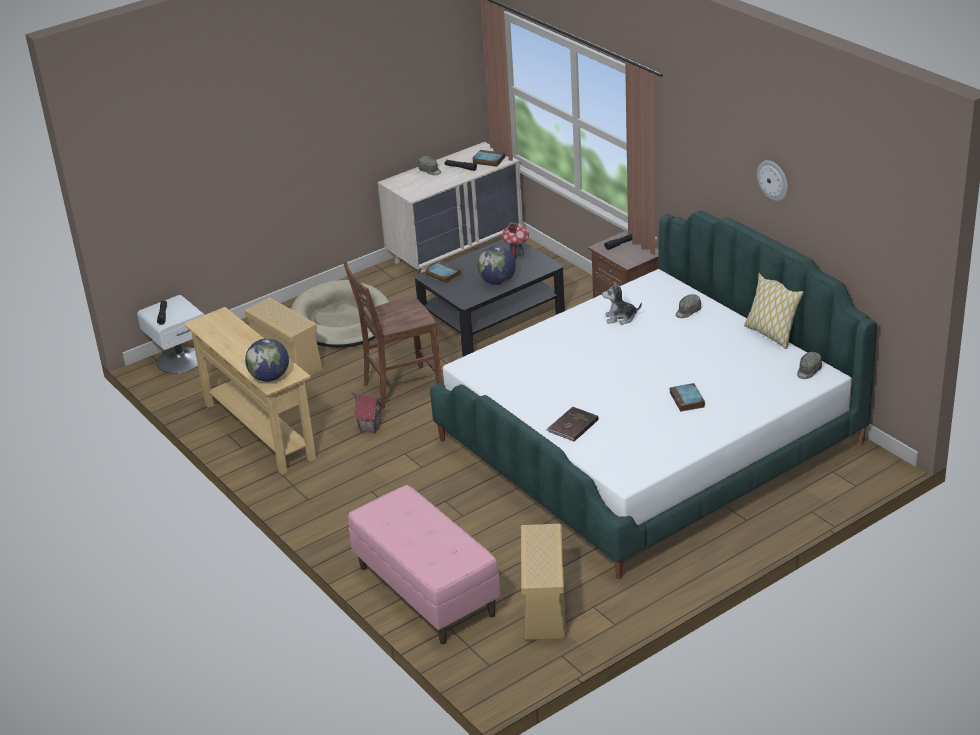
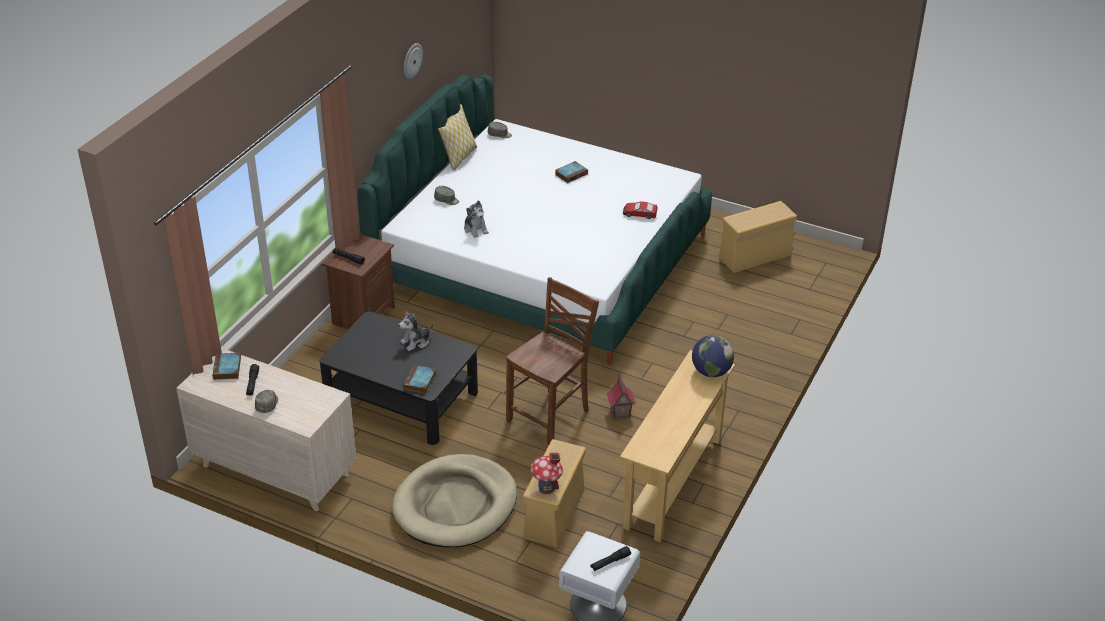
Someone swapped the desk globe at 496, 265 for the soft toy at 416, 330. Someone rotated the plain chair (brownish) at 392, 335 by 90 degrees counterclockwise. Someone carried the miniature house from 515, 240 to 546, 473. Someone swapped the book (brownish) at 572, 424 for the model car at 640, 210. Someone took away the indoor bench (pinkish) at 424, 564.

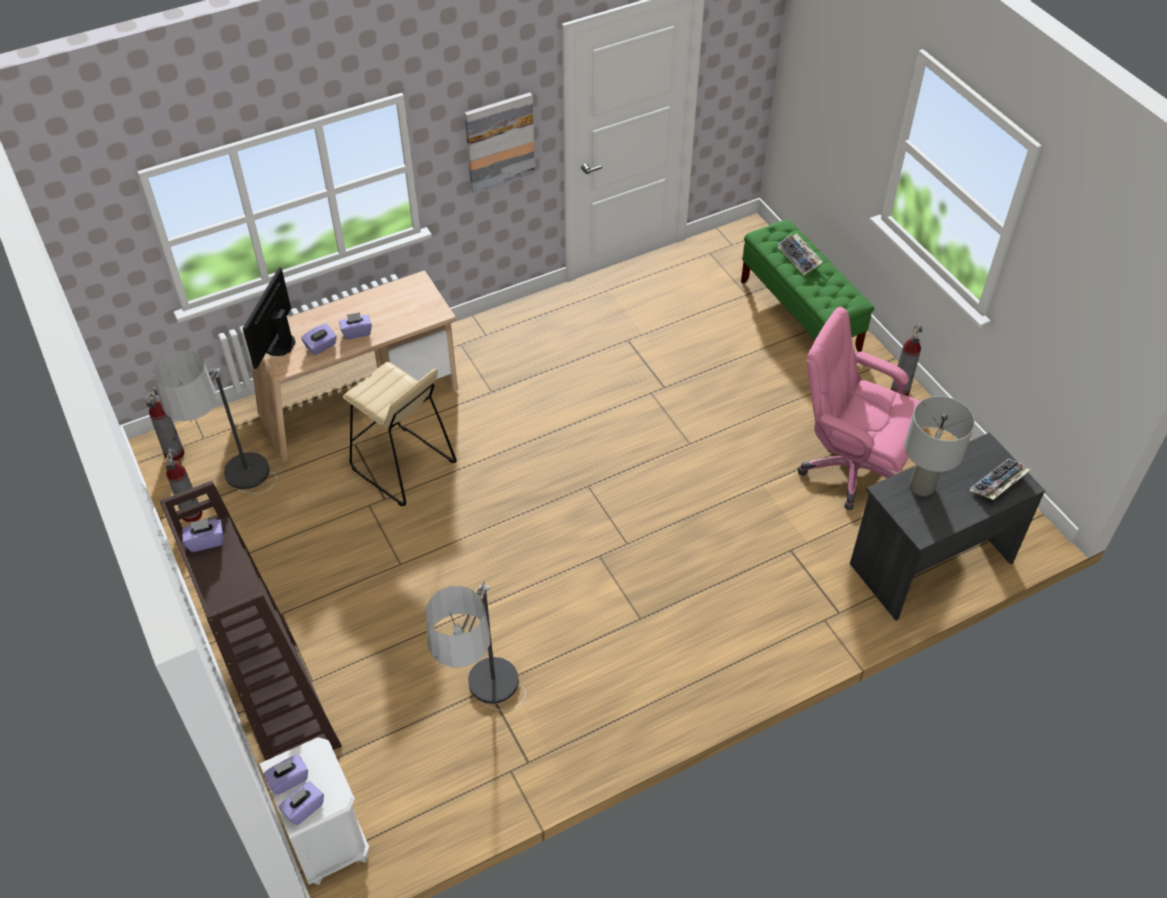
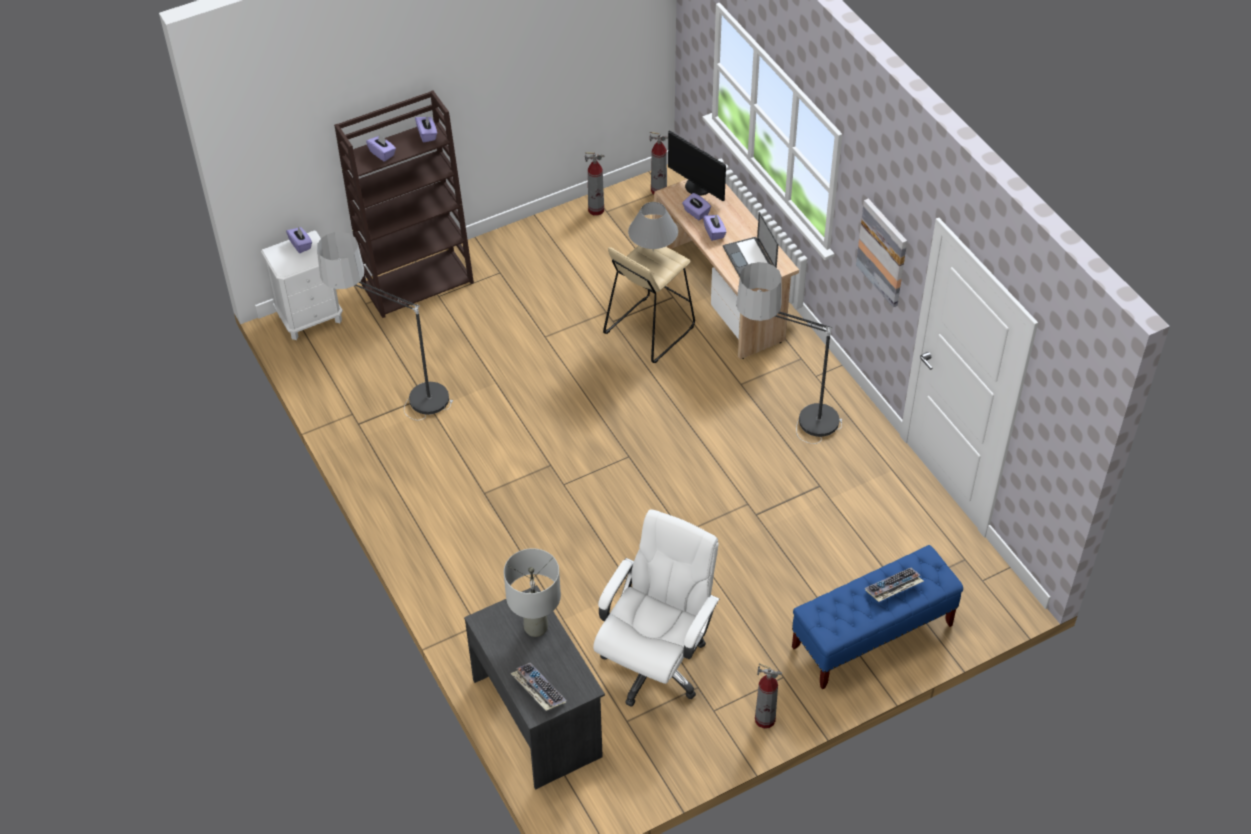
Someone carried the tissue box (purple) from 301, 803 to 381, 148. Someone repainted the desk chair (pinkish) at 860, 408, which became the desk chair (white-coloured) at 656, 608. Someone put down the lamp for a table (gray) at 653, 226. Someone rotated the computer screen at 269, 318 by 150 degrees counterclockwise. Someone put down the portable computer at 750, 244. Someone carried the floor lamp from 215, 422 to 789, 353. Someone repainted the indoor bench (green) at 807, 285, which became the indoor bench (blue) at 877, 617.

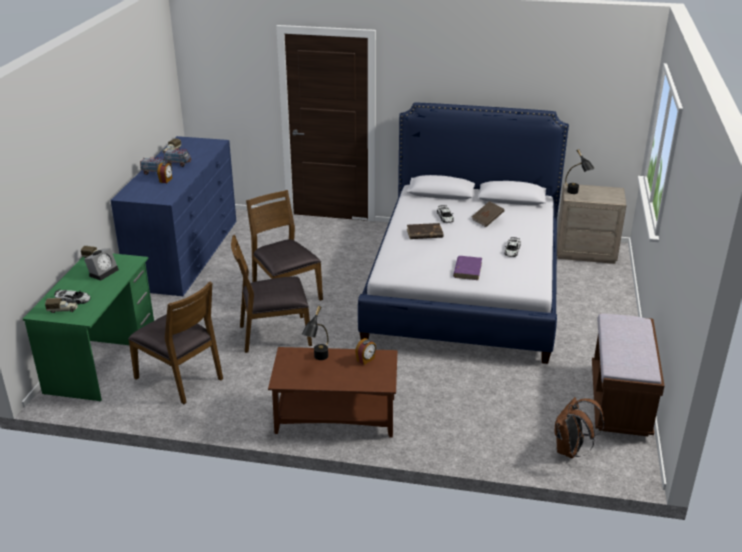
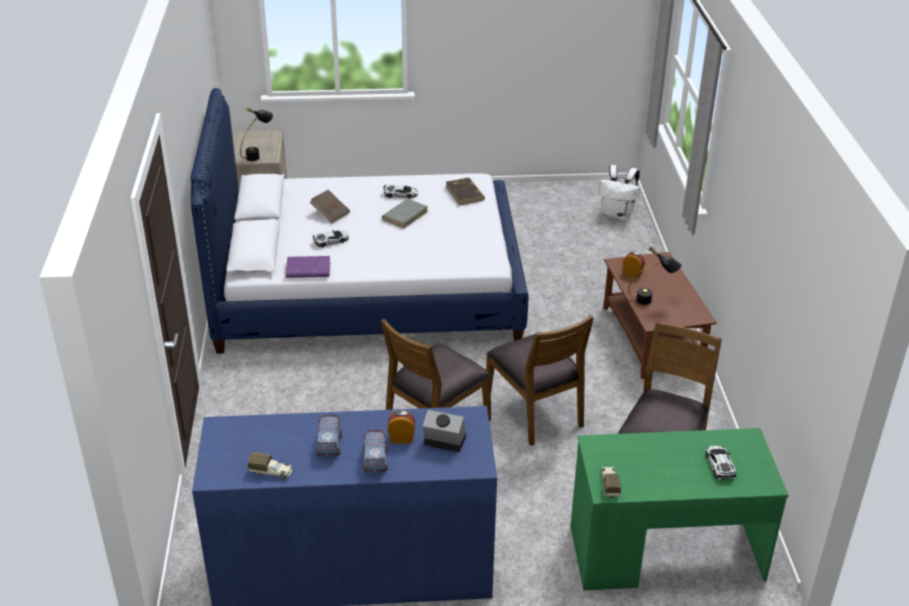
Someone carried the book (purple) from 467, 268 to 308, 267. Someone put down the book (gray) at 405, 213. Someone carried the bedside clock from 101, 264 to 444, 431. Someone carried the book (brownish) from 425, 231 to 465, 191. Someone repainted the backpack (brownish) at 579, 427, which became the backpack (white-coloured) at 619, 192. Someone took away the toy lorry at 61, 305. Someone took away the indoor bench (brownish) at 628, 375.

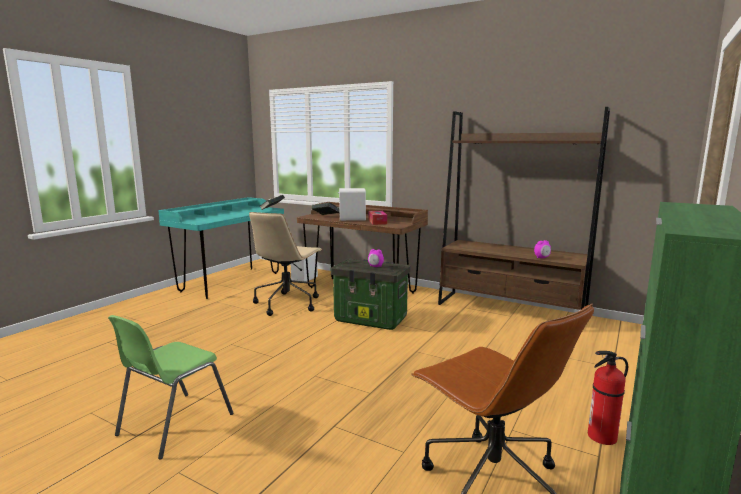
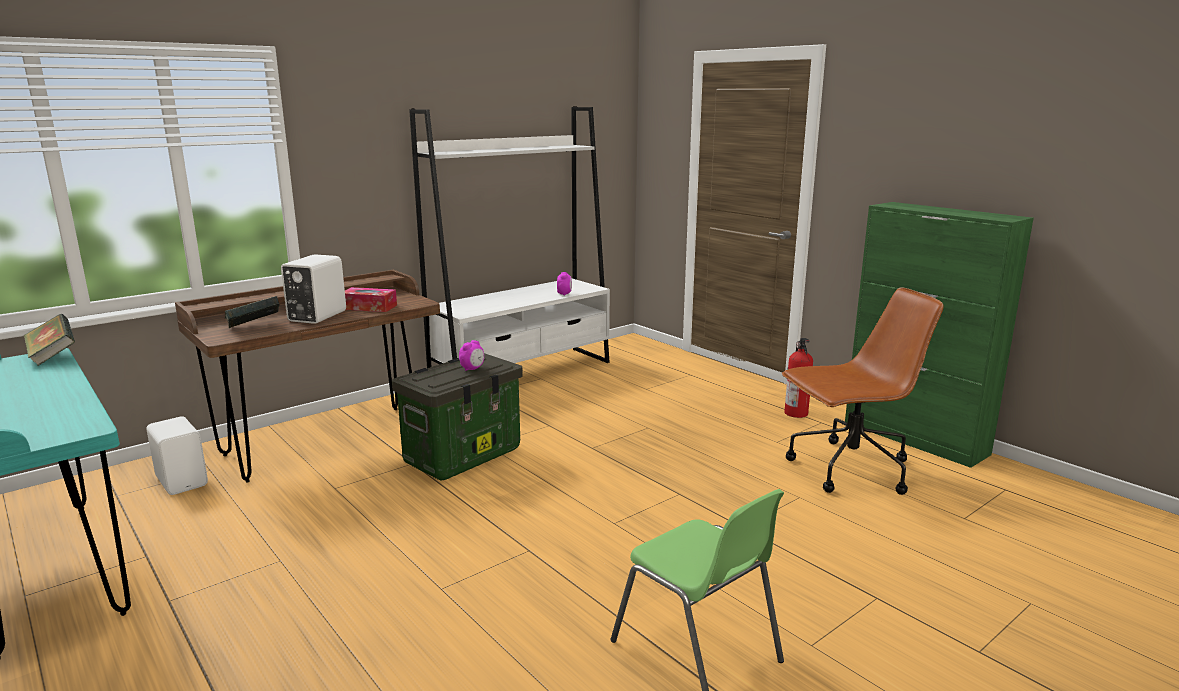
Someone repainted the bookshelf (brownish) at 524, 208, which became the bookshelf (white-coloured) at 509, 237. Someone took away the desk chair (sand-coloured) at 286, 264.

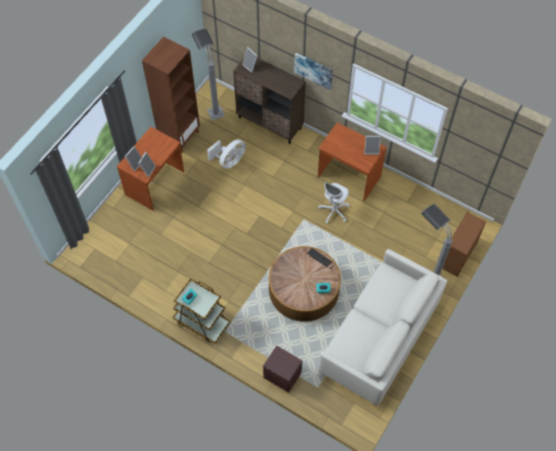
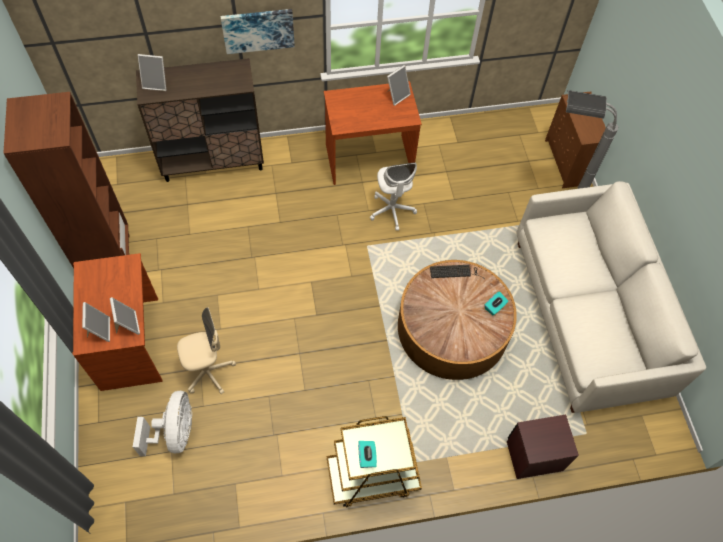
Someone carried the electric fan (white-coloured) from 226, 154 to 162, 423. Someone put down the desk chair (sand-coloured) at 206, 350. Someone took away the floor lamp (gray) at 208, 74.

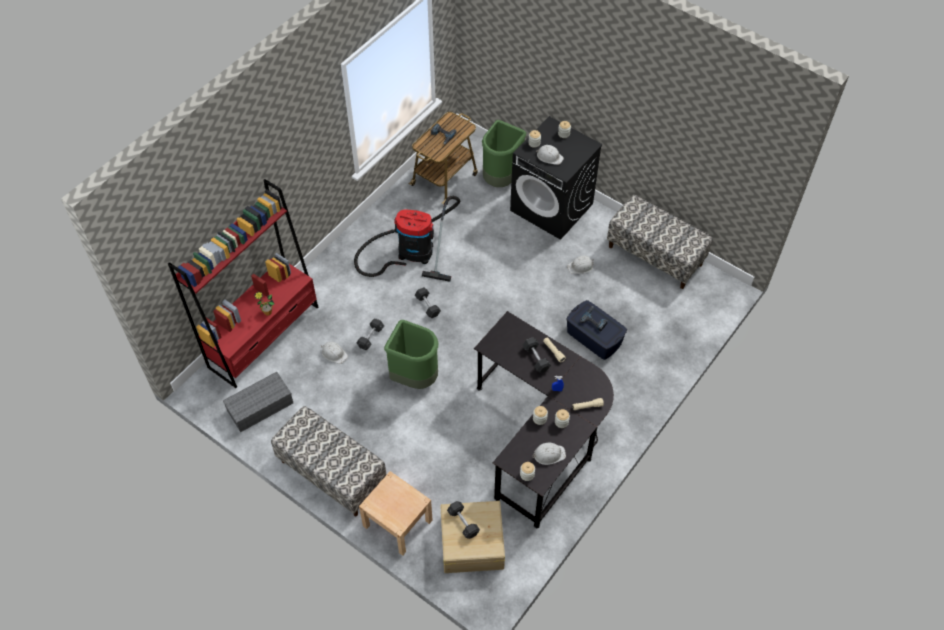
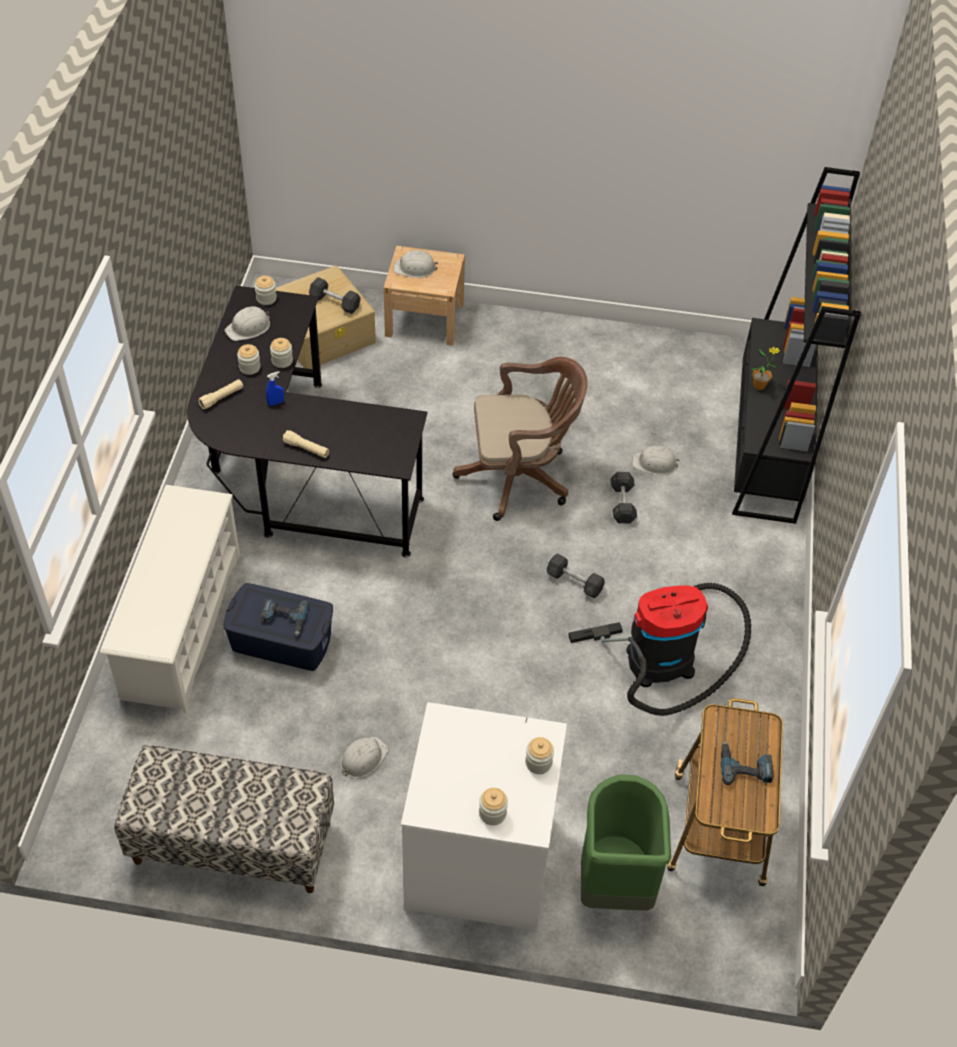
Someone put down the shoe shelf (white-coloured) at 170, 599. Someone carried the safety helmet (white-coloured) from 550, 155 to 416, 264. Someone repainted the washing machine (black) at 556, 178, which became the washing machine (white-coloured) at 484, 816. Someone swapped the rubbish bin (green) at 411, 354 for the desk chair (brownish) at 520, 439. Someone repainted the bookshelf (red-coloured) at 243, 283, which became the bookshelf (black) at 796, 345. Someone took away the storage container (gray) at 258, 402. Someone took away the indoor bench at 329, 461. Someone took away the hand weight (gray) at 537, 355.

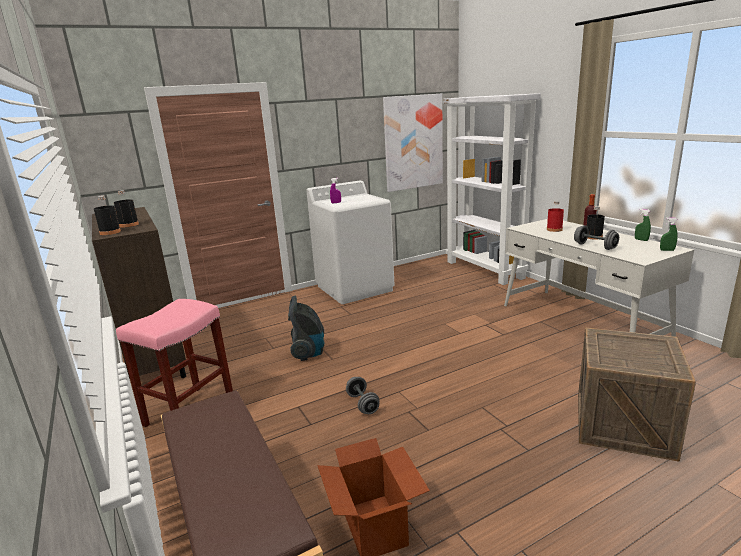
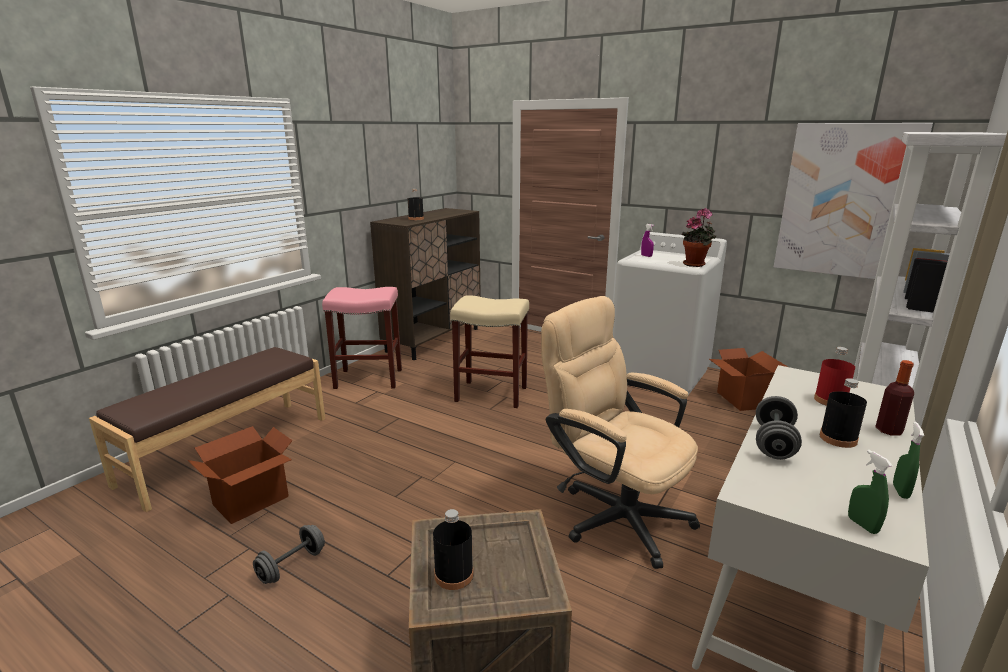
Someone carried the hand weight (gray) from 363, 395 to 289, 554. Someone carried the beverage bottle (black) from 107, 215 to 453, 549. Someone swapped the hoover at 306, 328 for the stool (sand-coloured) at 489, 351. Someone put down the desk chair (sand-coloured) at 620, 432. Someone put down the potted plant at 699, 237. Someone put down the packing box at 748, 379.

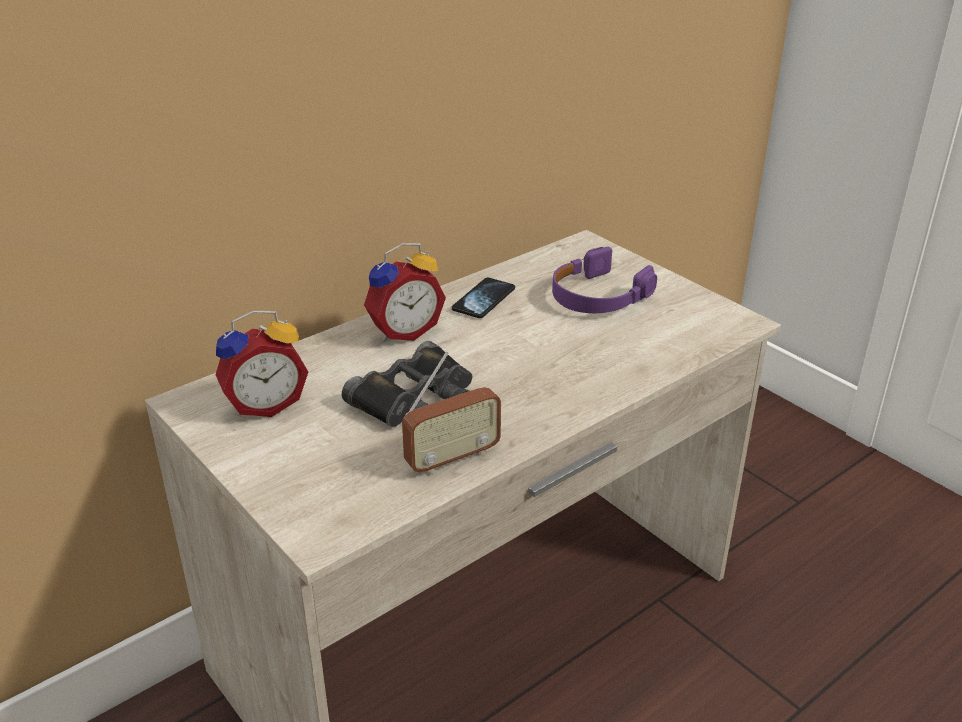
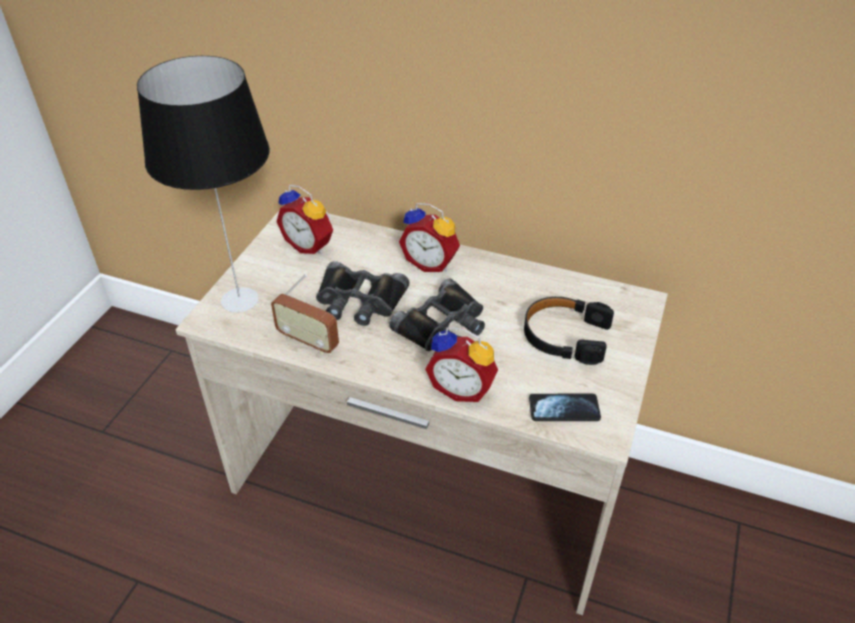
Someone put down the lamp for a table at 203, 184. Someone put down the binoculars (black) at 437, 315. Someone put down the bedside clock at 461, 364. Someone repainted the headset (purple) at 604, 280, which became the headset (black) at 569, 331. Someone carried the telephone from 483, 298 to 565, 407.

